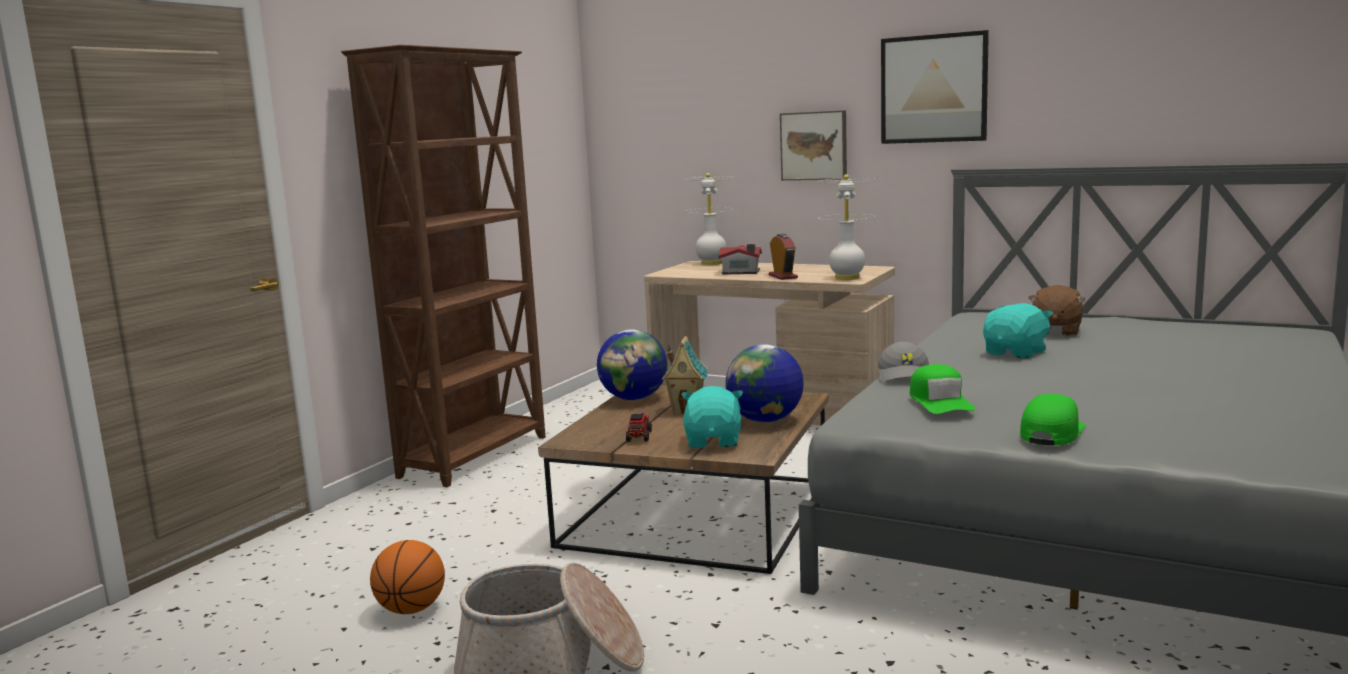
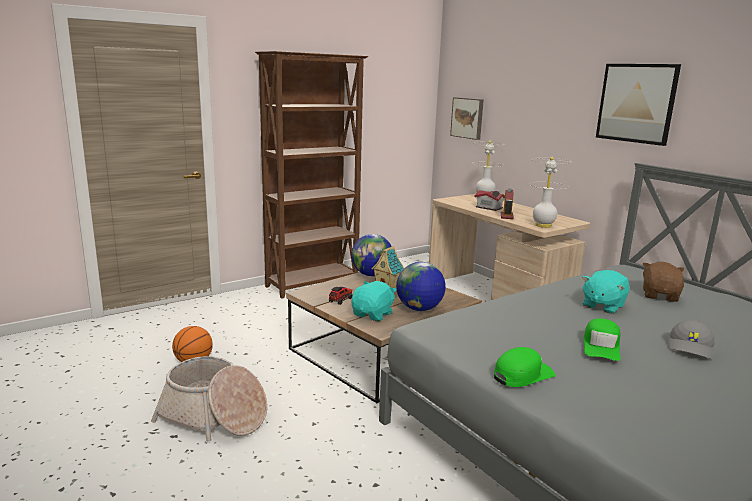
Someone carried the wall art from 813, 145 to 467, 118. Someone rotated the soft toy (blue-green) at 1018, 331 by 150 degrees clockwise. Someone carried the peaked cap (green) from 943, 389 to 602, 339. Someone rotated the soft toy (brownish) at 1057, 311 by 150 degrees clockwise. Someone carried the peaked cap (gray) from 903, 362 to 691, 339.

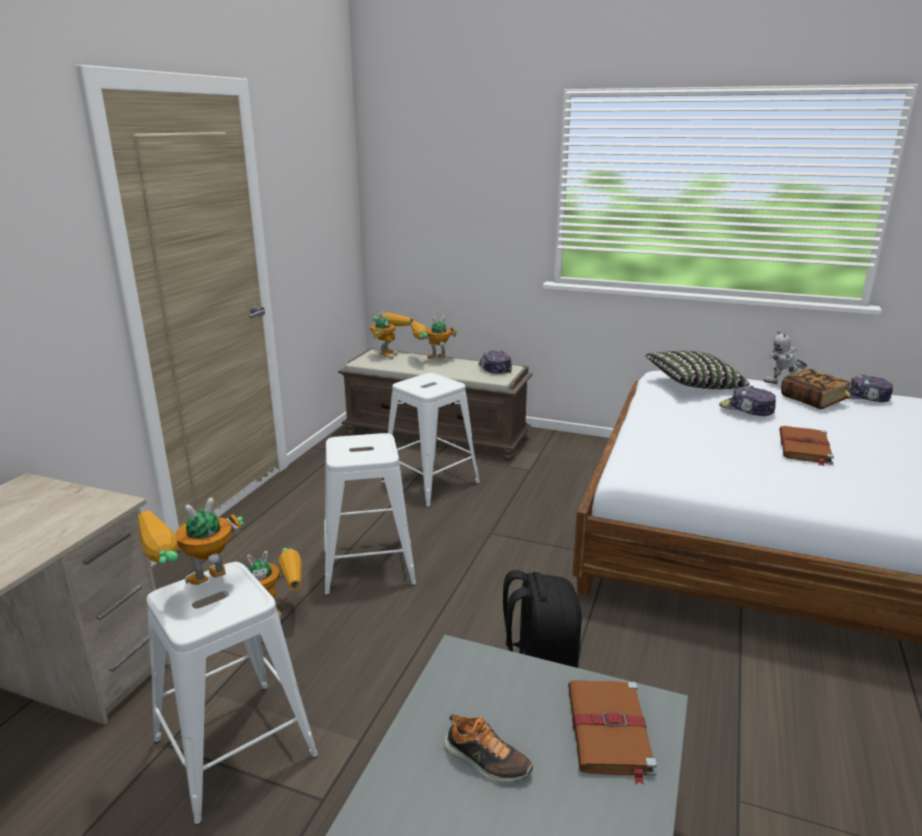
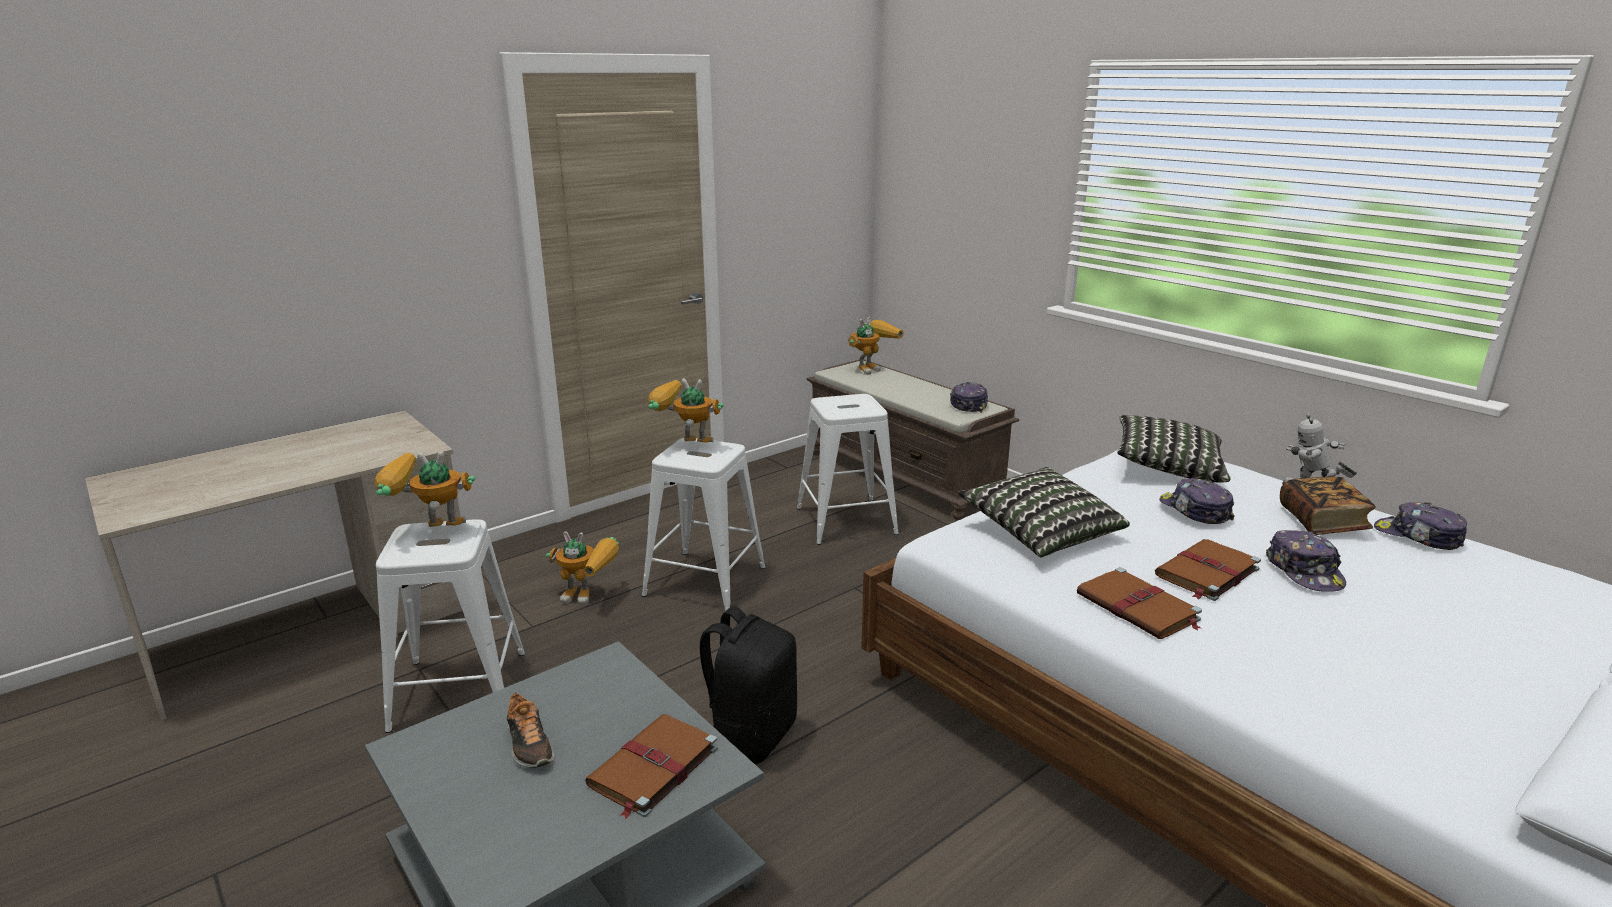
Someone carried the toy robot from 433, 337 to 686, 410. Someone put down the pillow at 1044, 512. Someone put down the book (brownish) at 1139, 603. Someone put down the peaked cap at 1306, 561.

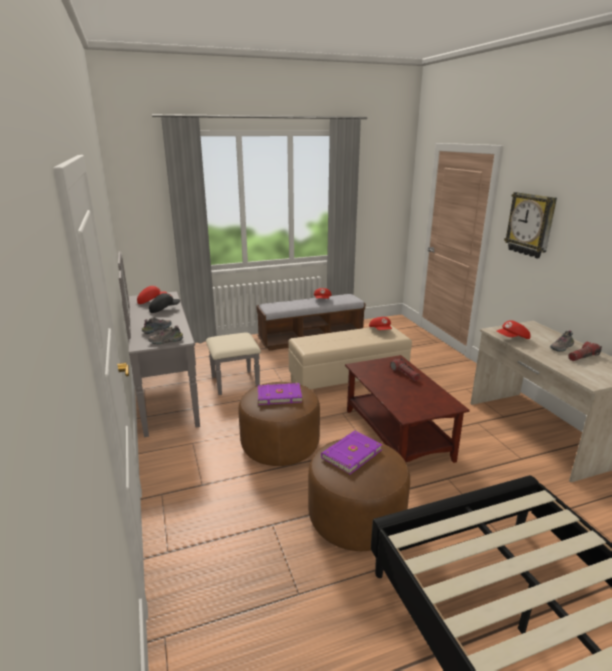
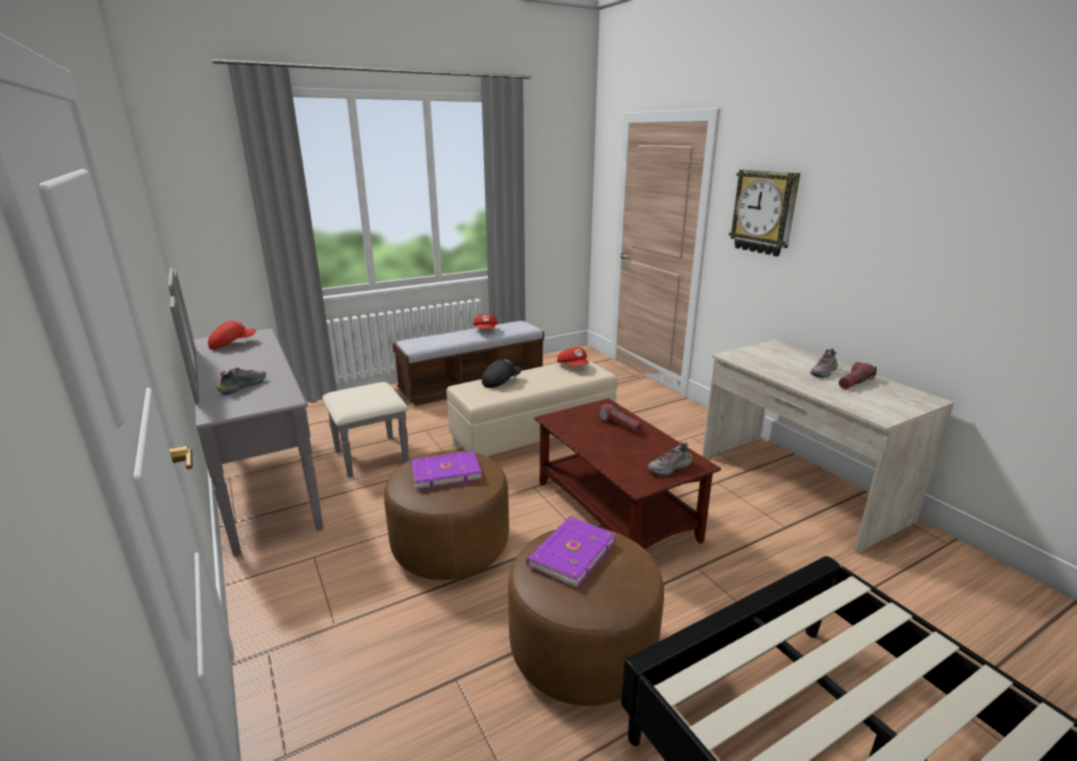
Someone carried the peaked cap (black) from 164, 303 to 501, 373. Someone carried the shoe from 165, 334 to 670, 459. Someone took away the peaked cap (red-coloured) at 514, 329.

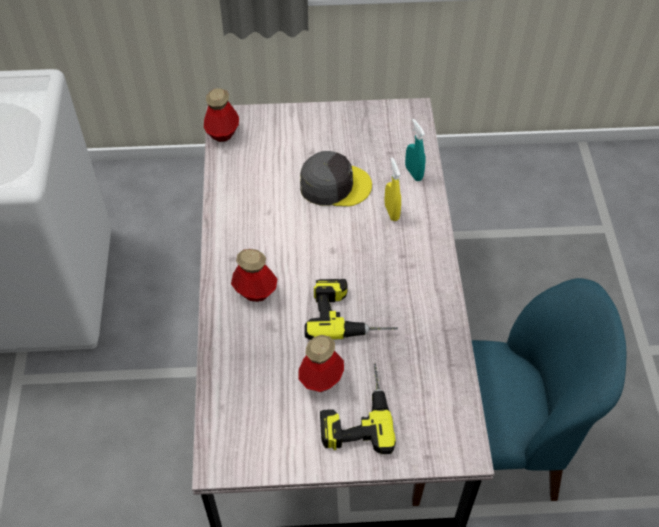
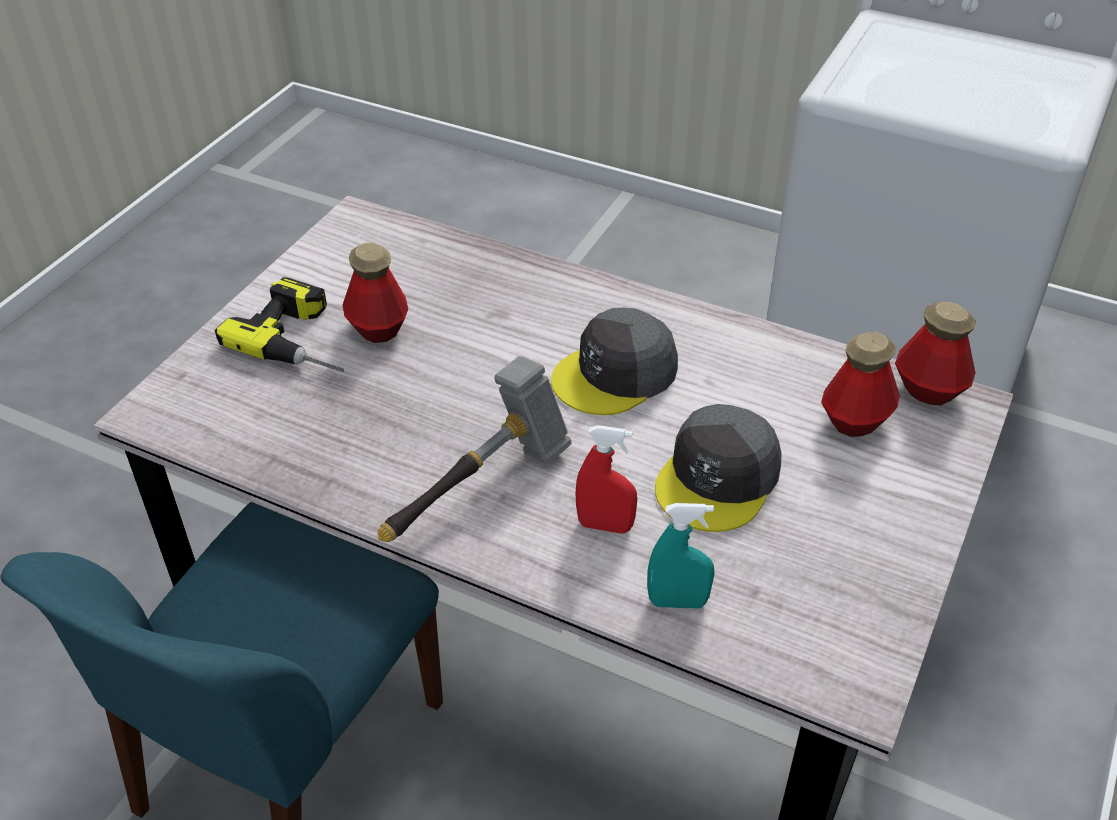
Someone put down the tool hammer at 475, 449. Someone put down the peaked cap (gray) at 614, 361. Someone repainted the hand sprayer (yellow) at 393, 189, which became the hand sprayer (red-coloured) at 606, 479. Someone carried the beverage bottle from 254, 275 to 860, 384. Someone took away the electric drill at 351, 309.

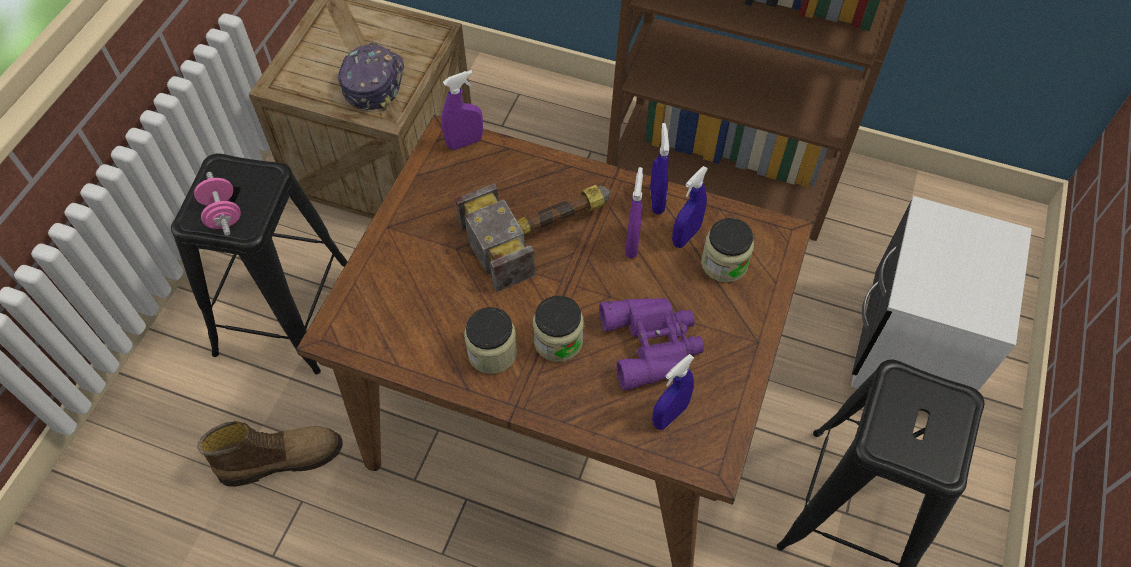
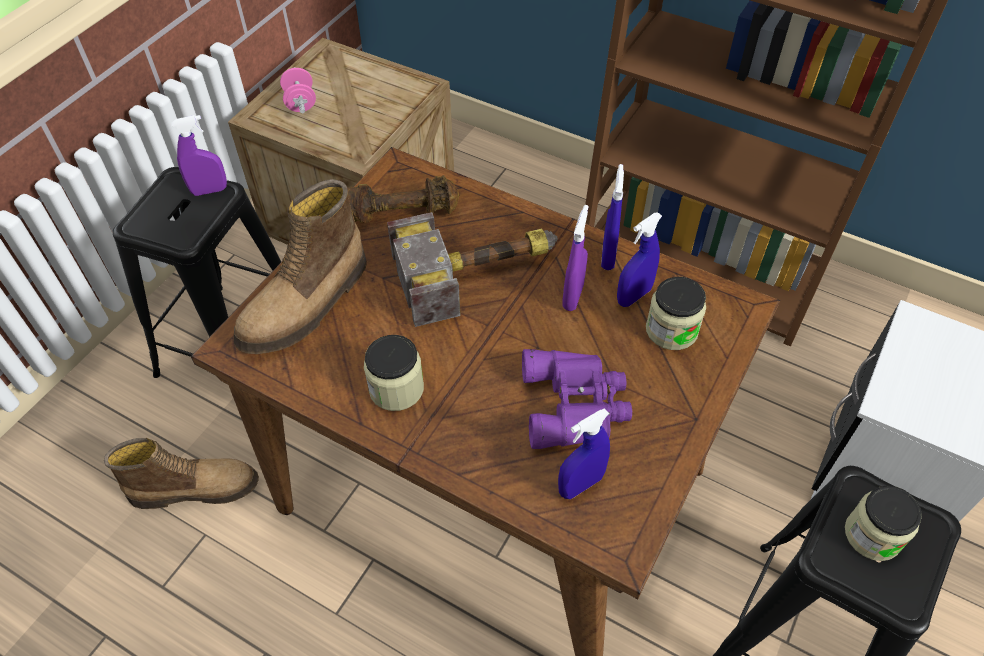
Someone carried the hand sprayer (purple) from 462, 110 to 199, 155. Someone put down the boot at 300, 266. Someone carried the hand weight (pinkish) from 217, 204 to 298, 90. Someone put down the hand weight (brownish) at 403, 199. Someone carried the jar from 558, 329 to 883, 523. Someone took away the peaked cap at 371, 77.

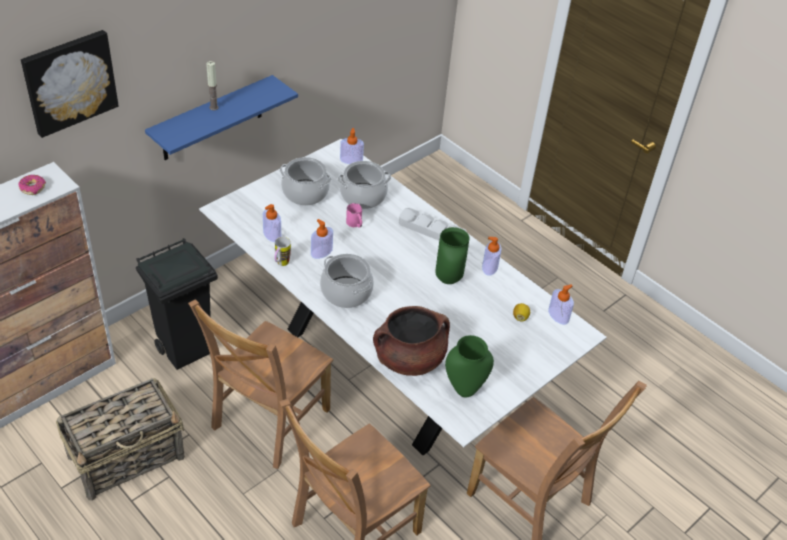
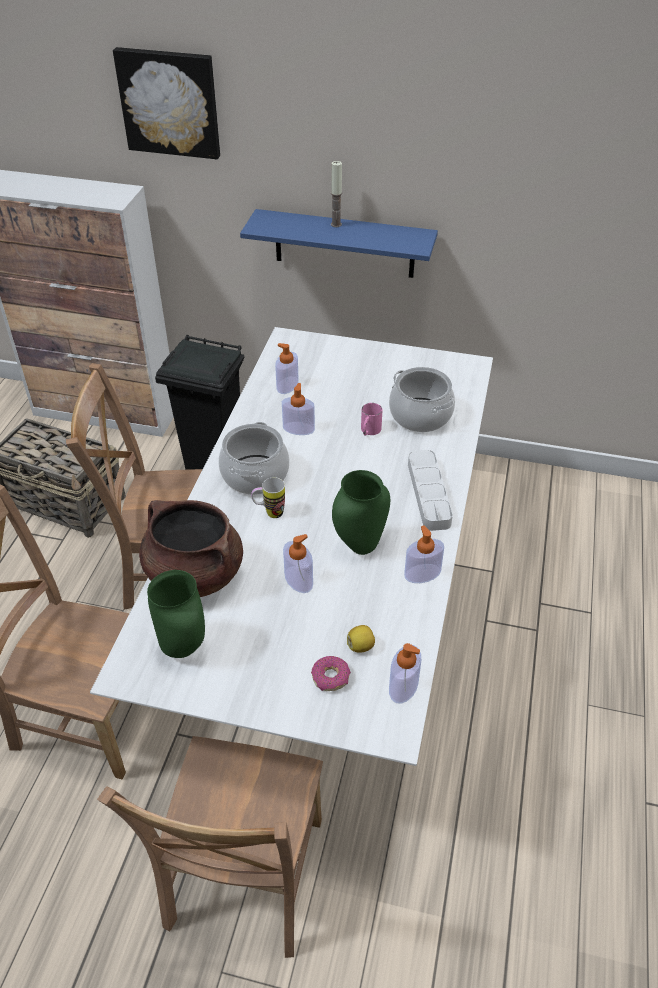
Someone carried the mug from 282, 251 to 268, 497. Someone carried the liquid soap bottle from 352, 146 to 298, 563. Someone carried the ring doughnut from 32, 185 to 331, 673. Someone took away the saucepot at 306, 181.

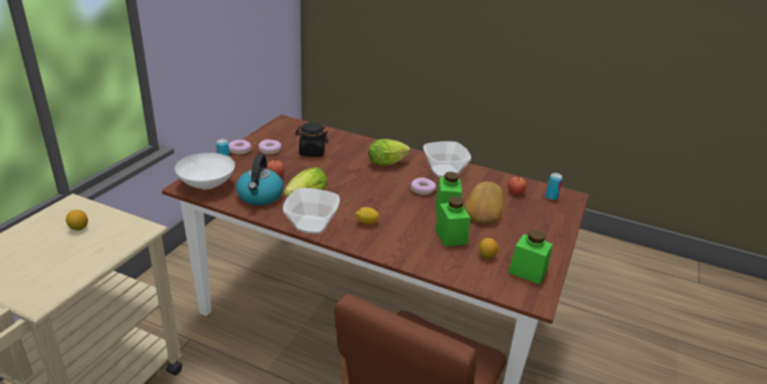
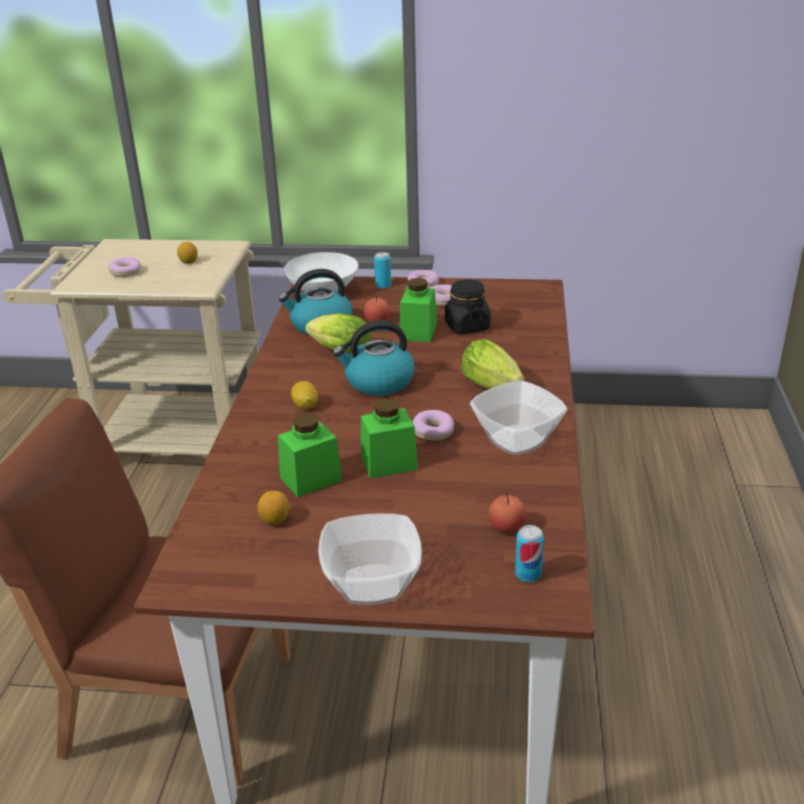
Someone put down the ring doughnut at 125, 267. Someone carried the bowl from 311, 211 to 370, 559. Someone put down the tea kettle at 374, 358. Someone carried the jar (green) from 530, 257 to 418, 310. Someone took away the bread at 484, 202.

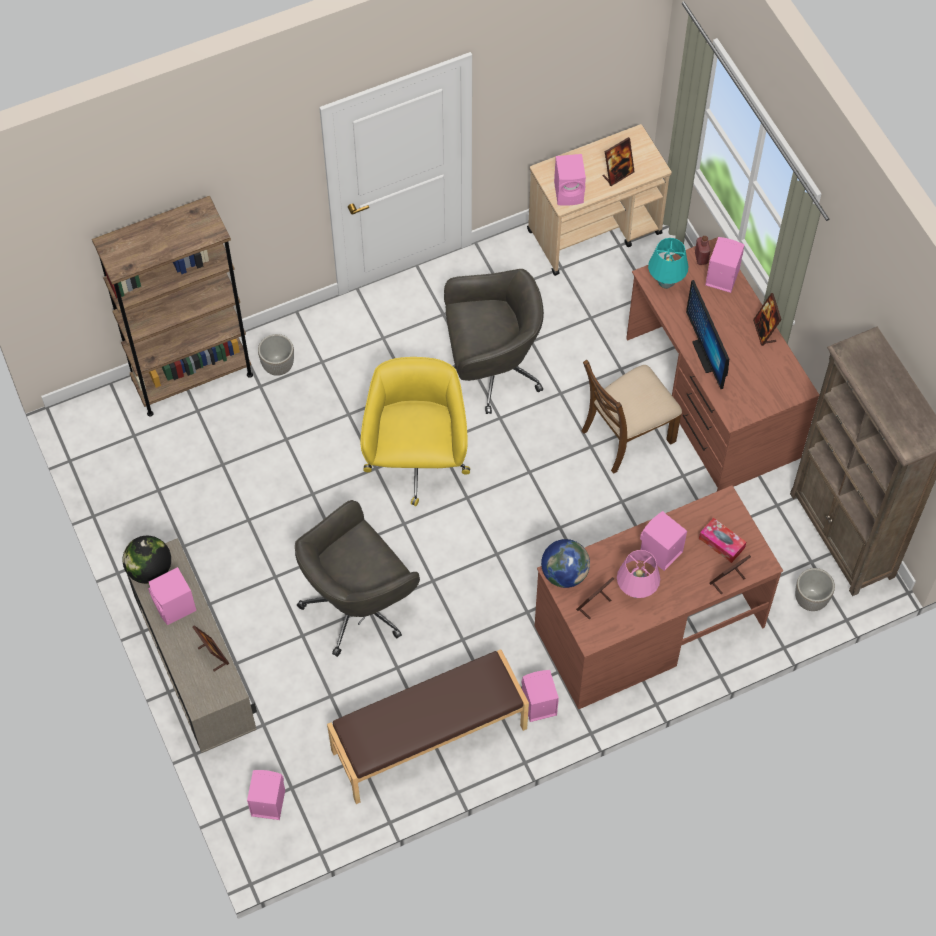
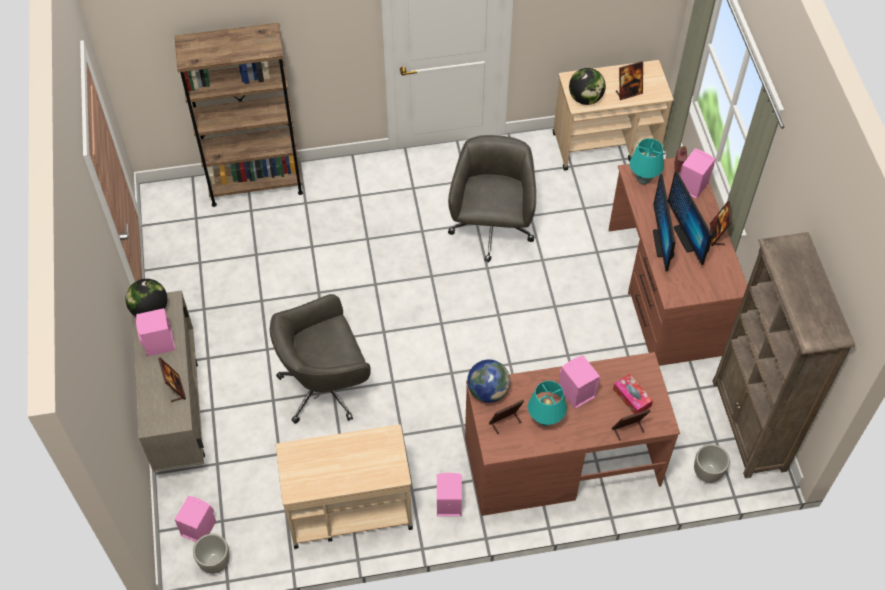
Someone carried the plant pot from 276, 355 to 211, 554. Someone swapped the indoor bench (brownish) at 428, 726 for the wheeled cart (sand-coloured) at 344, 486. Someone rotated the desk chair (gray) at 494, 341 by 90 degrees counterclockwise. Someone repainted the lamp for a table (pinkish) at 638, 574, which became the lamp for a table (blue-green) at 547, 403. Someone swapped the speaker (pinkish) at 570, 180 for the desk globe at 587, 86. Someone put down the computer screen at 690, 218. Someone took away the desk chair (yellow) at 415, 431. Someone took away the plain chair (brownish) at 631, 416.

